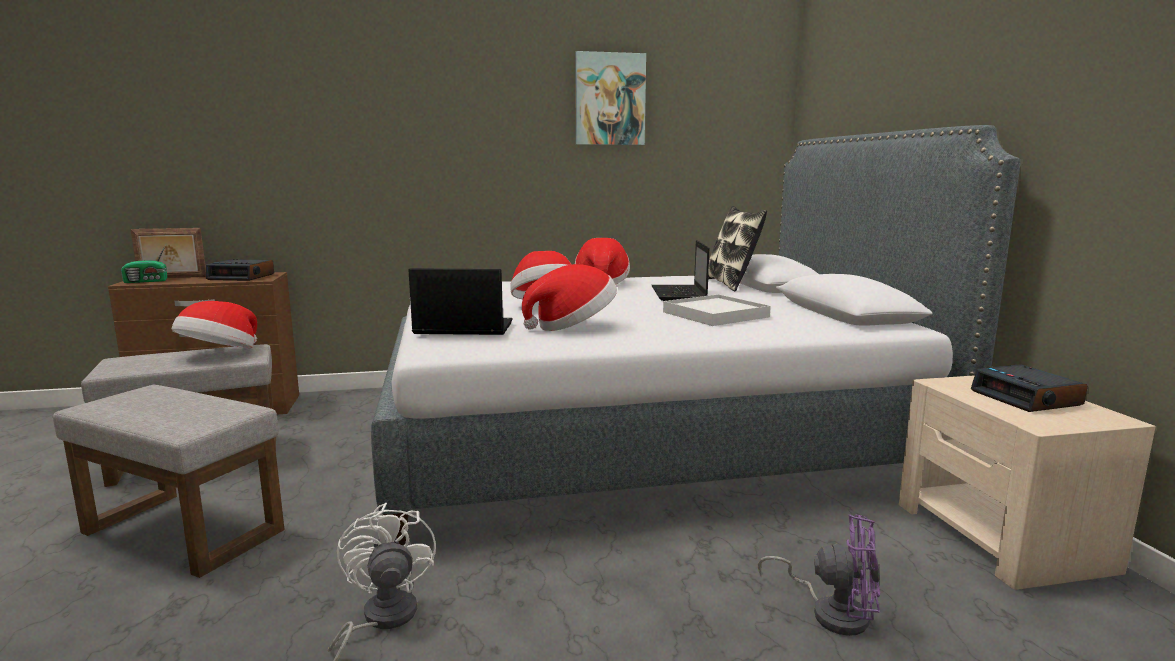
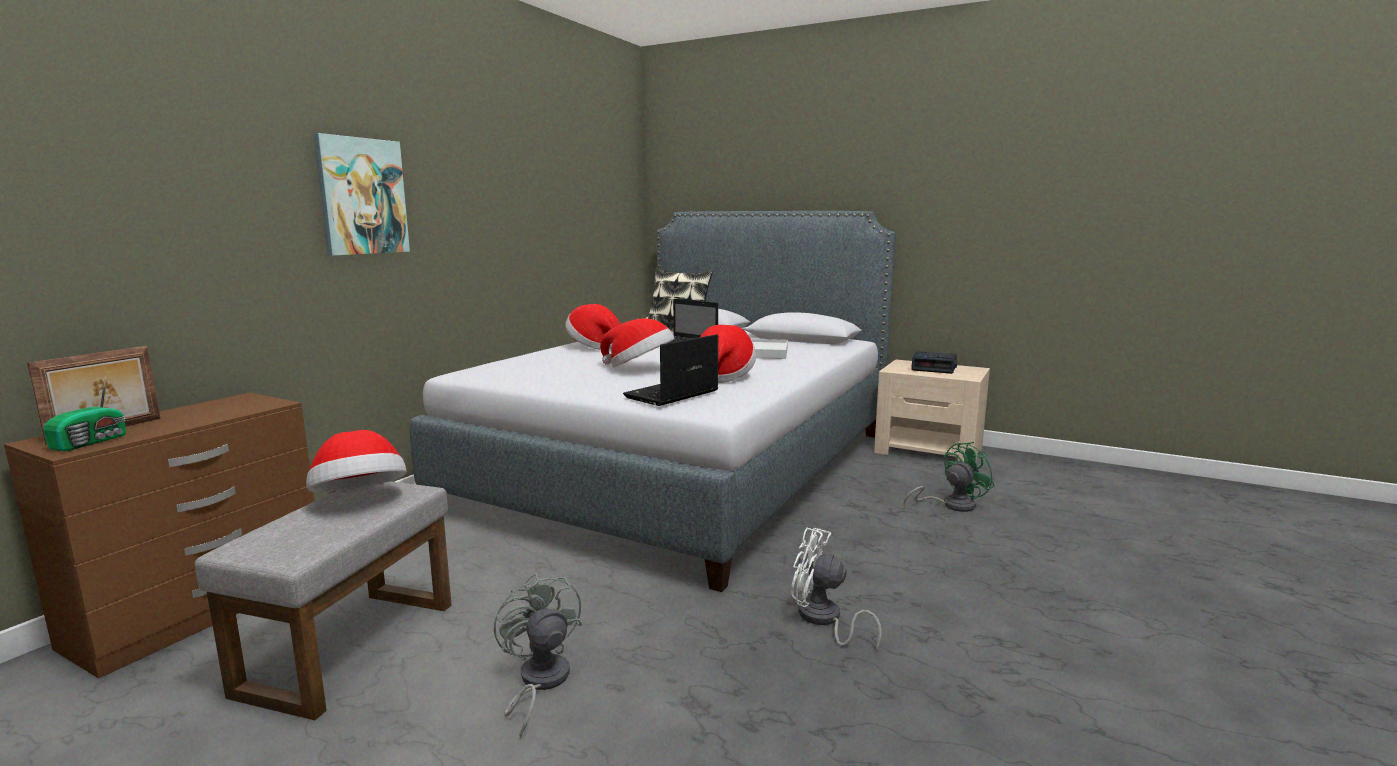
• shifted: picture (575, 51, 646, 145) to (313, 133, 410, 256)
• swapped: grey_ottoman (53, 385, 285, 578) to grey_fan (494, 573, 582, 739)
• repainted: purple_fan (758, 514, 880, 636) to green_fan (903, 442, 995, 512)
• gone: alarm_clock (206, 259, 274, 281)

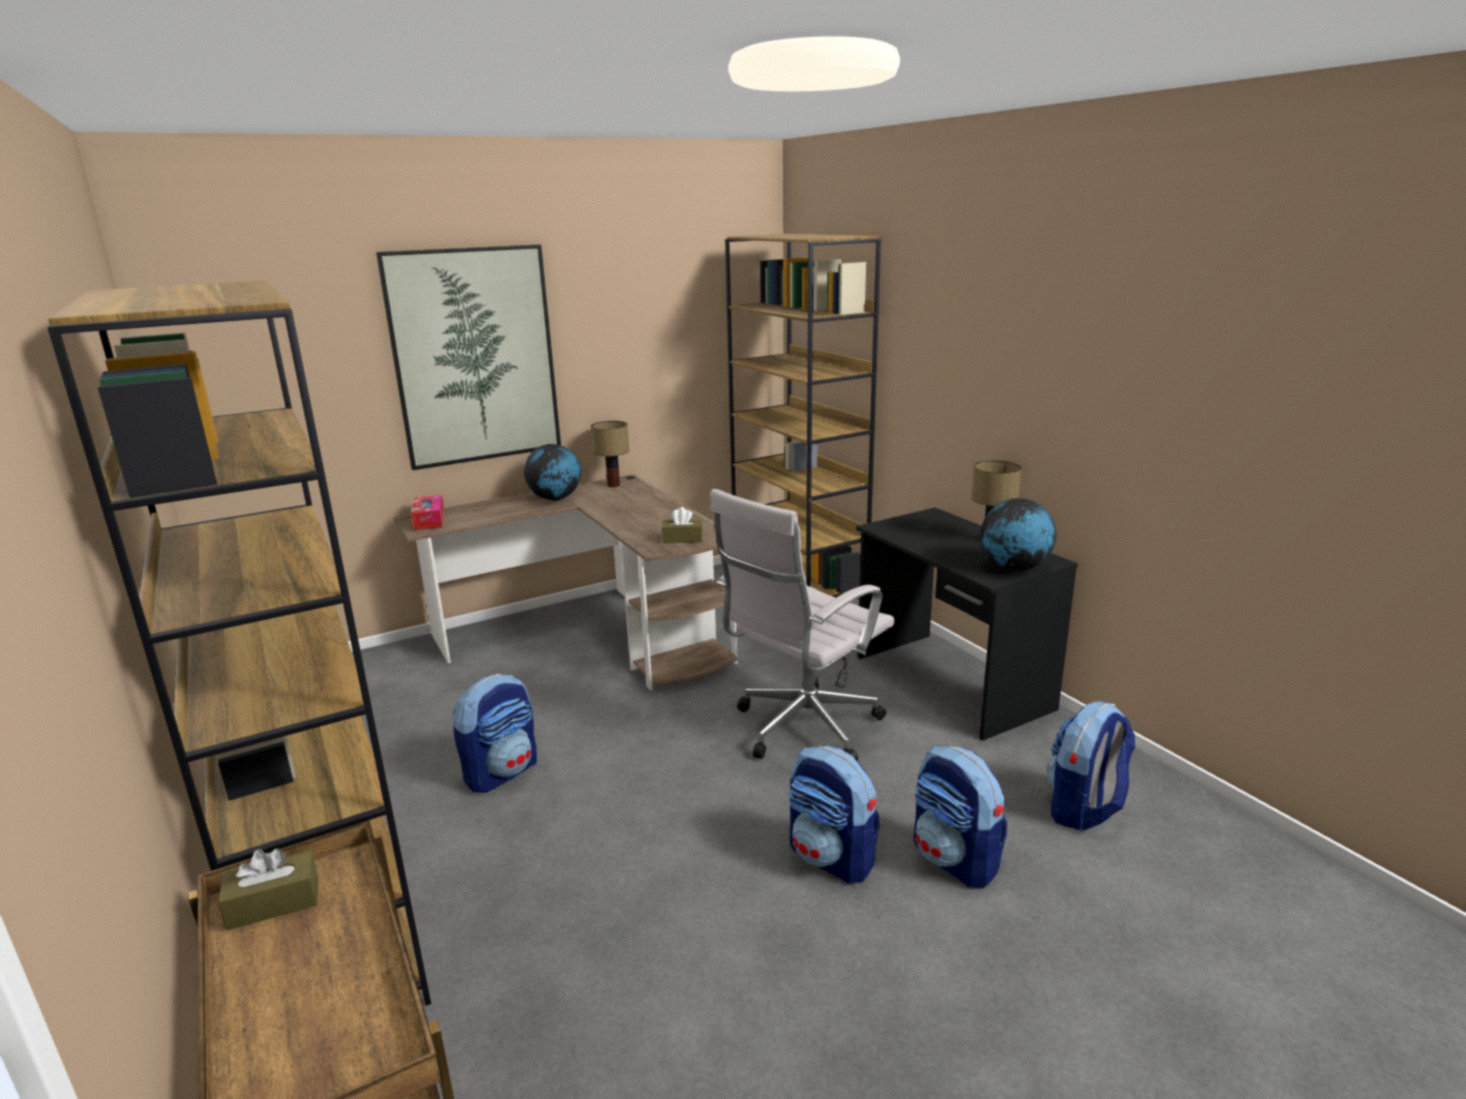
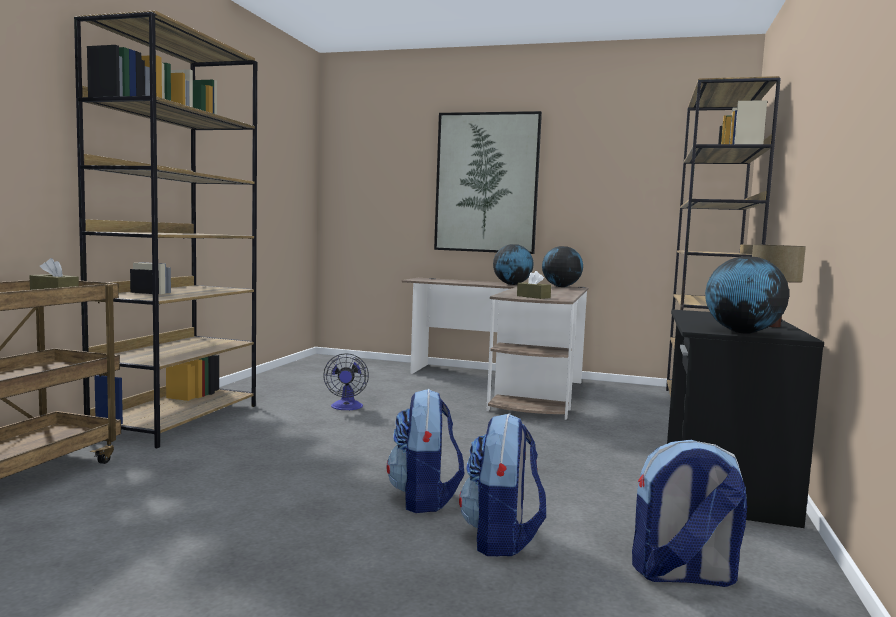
• swapped: backpack (453, 674, 537, 793) to fan (323, 353, 369, 410)
• swapped: table_lamp (591, 421, 629, 487) to globe (542, 246, 583, 287)
• gone: tissue_box (411, 495, 444, 530)
• gone: white_office_chair (710, 489, 895, 761)

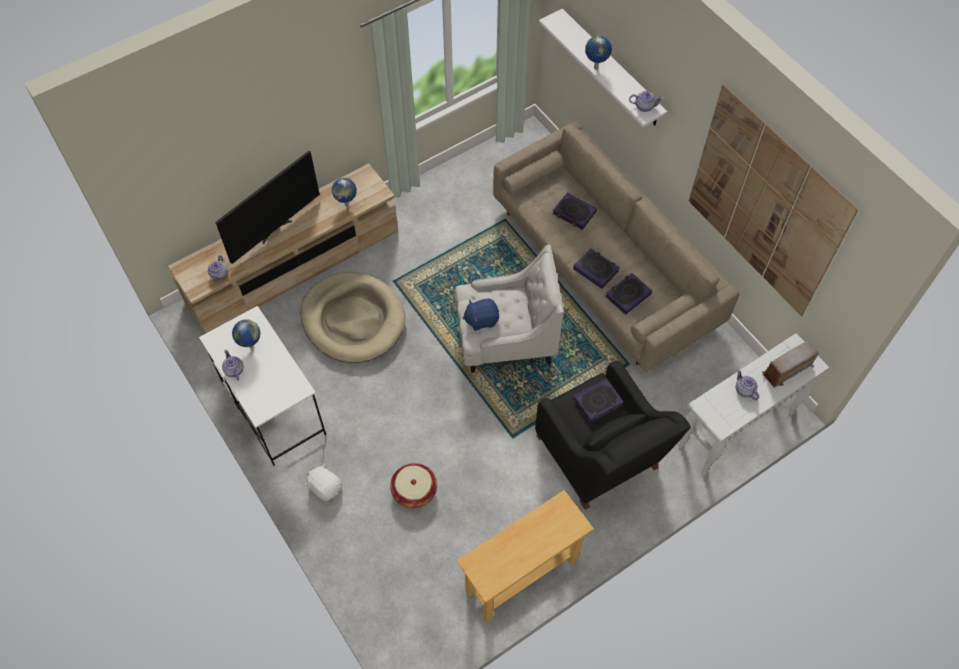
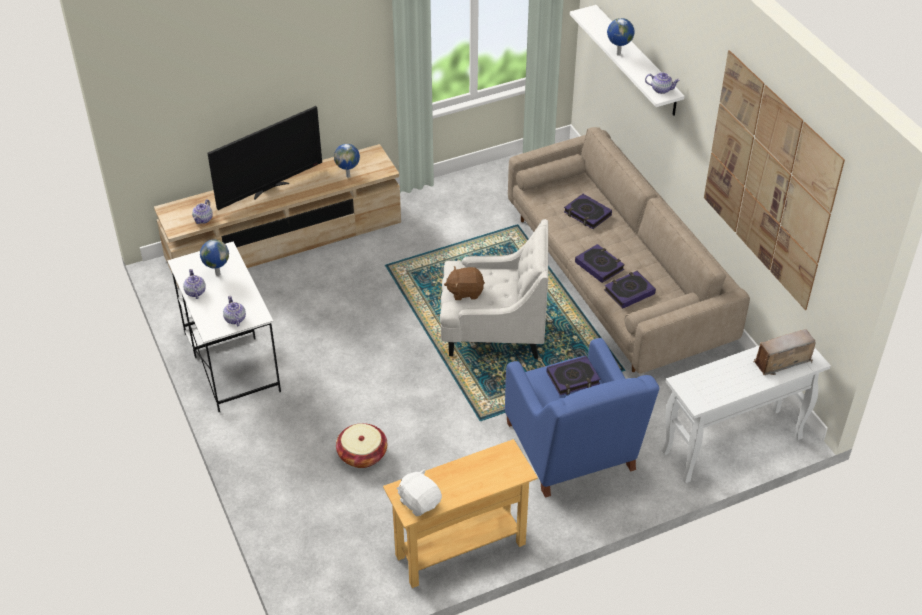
• shifted: teapot (735, 370, 759, 400) to (223, 296, 246, 326)
• shifted: white_plush_toy (305, 463, 342, 501) to (397, 469, 442, 516)
• repainted: blue_plush_toy (462, 298, 499, 331) to brown_plush_toy (444, 266, 485, 300)
• repainted: black_armchair (535, 361, 691, 510) to blue_armchair (505, 338, 659, 498)
• gone: beige_dog_bed (300, 272, 406, 363)

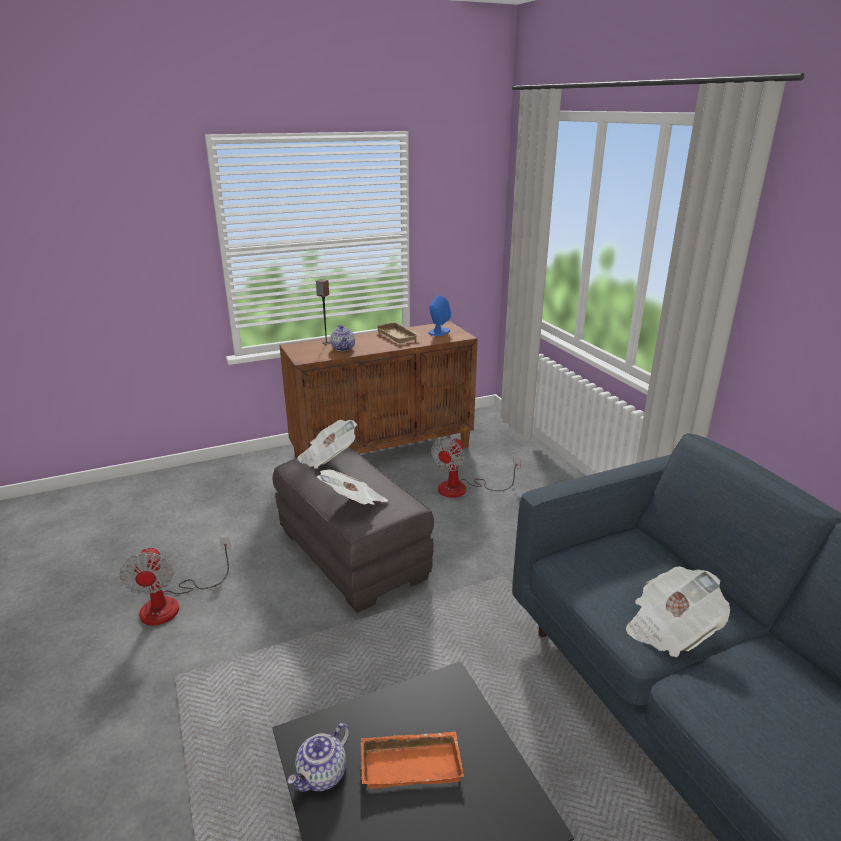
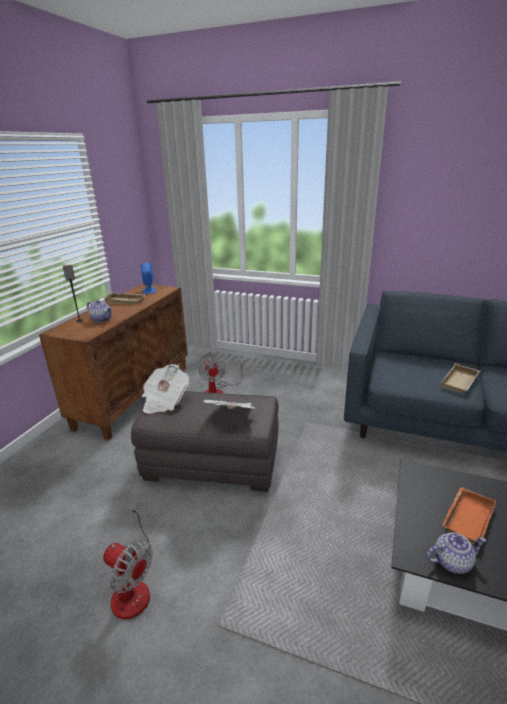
• rotated: teapot (288, 723, 350, 792) = (426, 532, 486, 574) 90 degrees counterclockwise
• swapped: newspaper (626, 566, 730, 657) to beige_tray (441, 363, 480, 393)

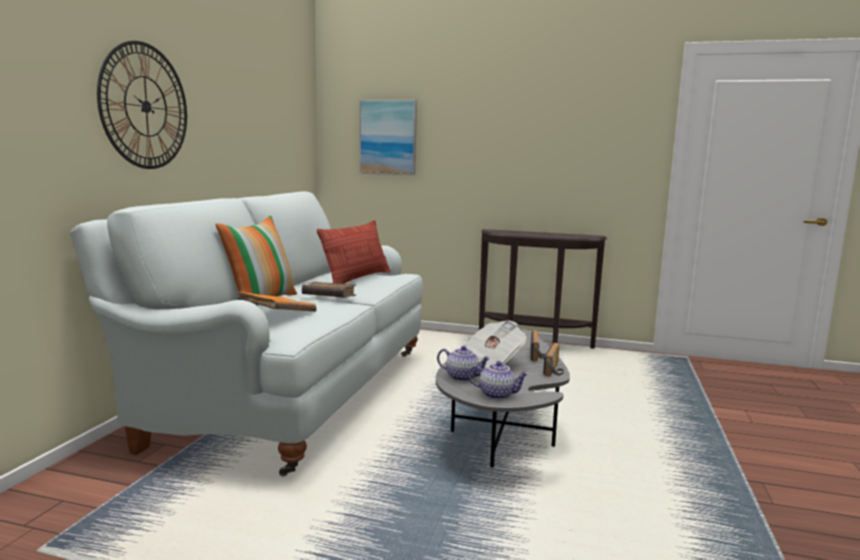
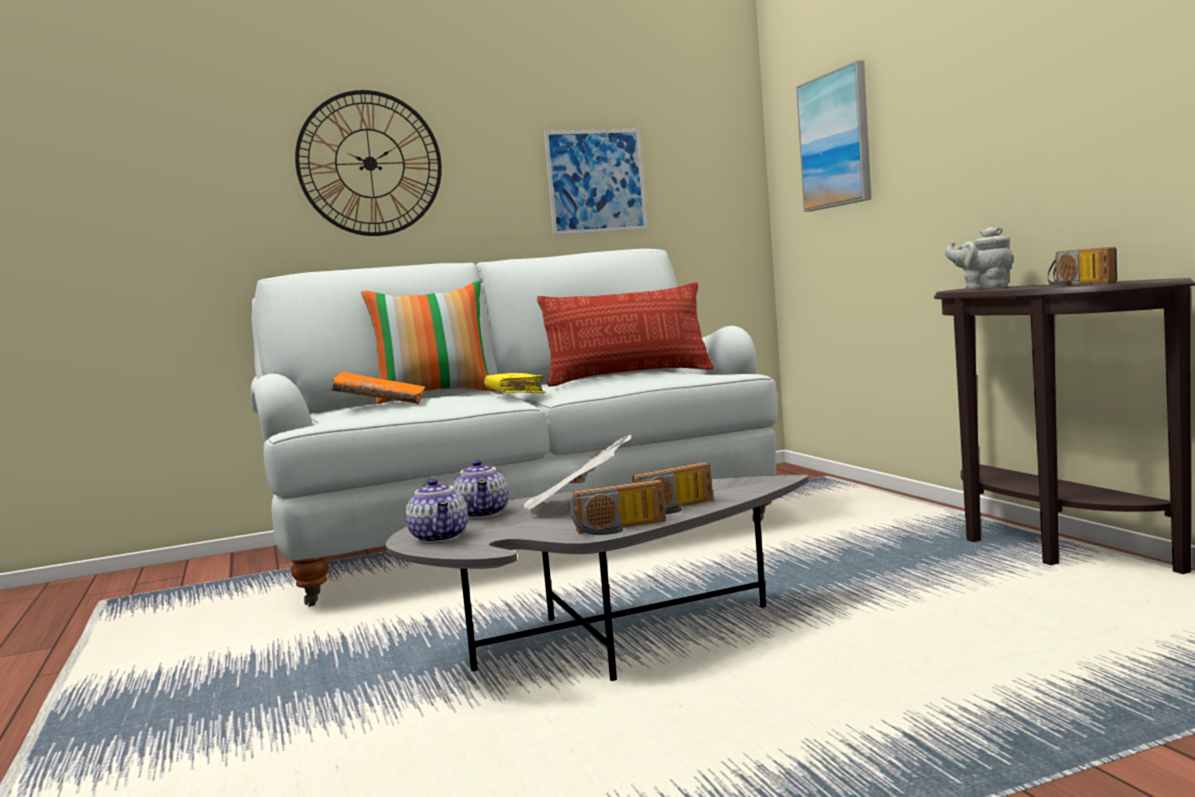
• repainted: brown_book (302, 282, 356, 298) to yellow_book (484, 373, 546, 393)
• new: picture (544, 129, 647, 235)
• new: grey_teapot (945, 227, 1013, 289)
• new: radio (1048, 247, 1117, 285)

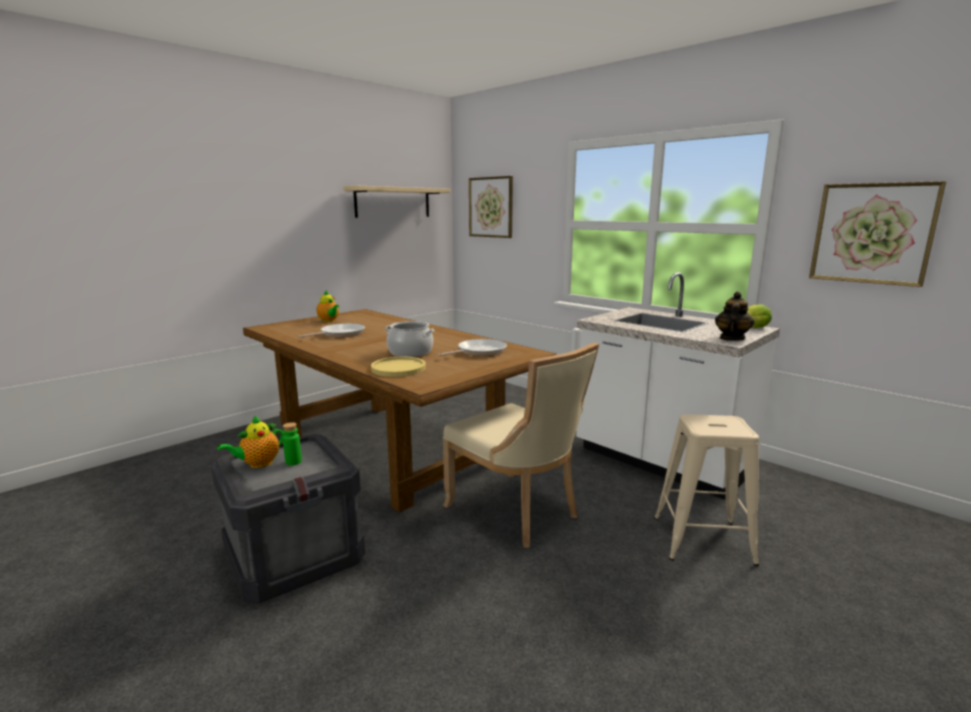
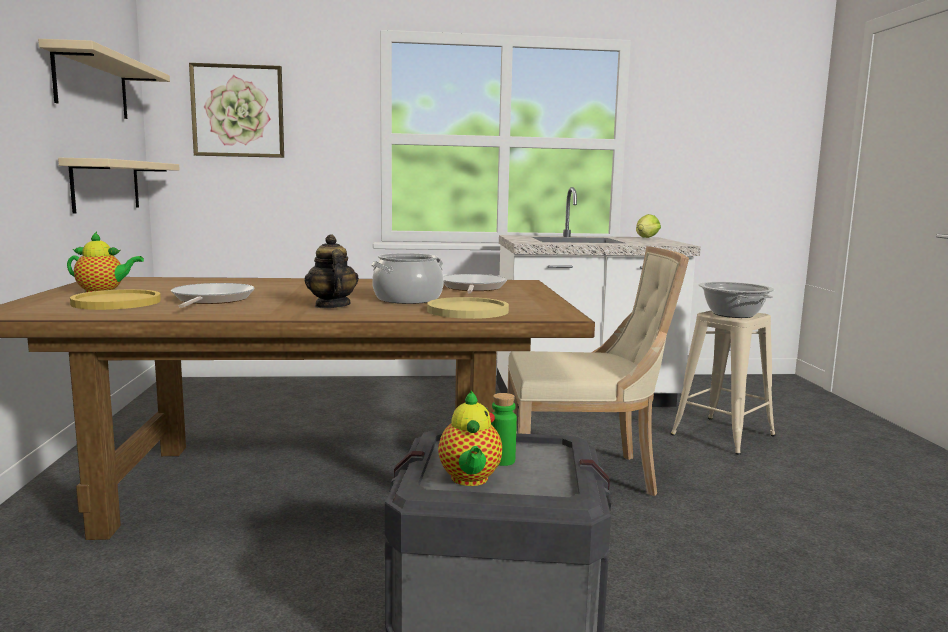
• new: beige_shelf (58, 158, 180, 214)
• new: yellow_plate (70, 289, 161, 310)
• shifted: teapot (715, 292, 754, 341) to (305, 234, 359, 308)
• new: cooking_pot (698, 282, 775, 318)
• gone: picture (809, 181, 946, 287)

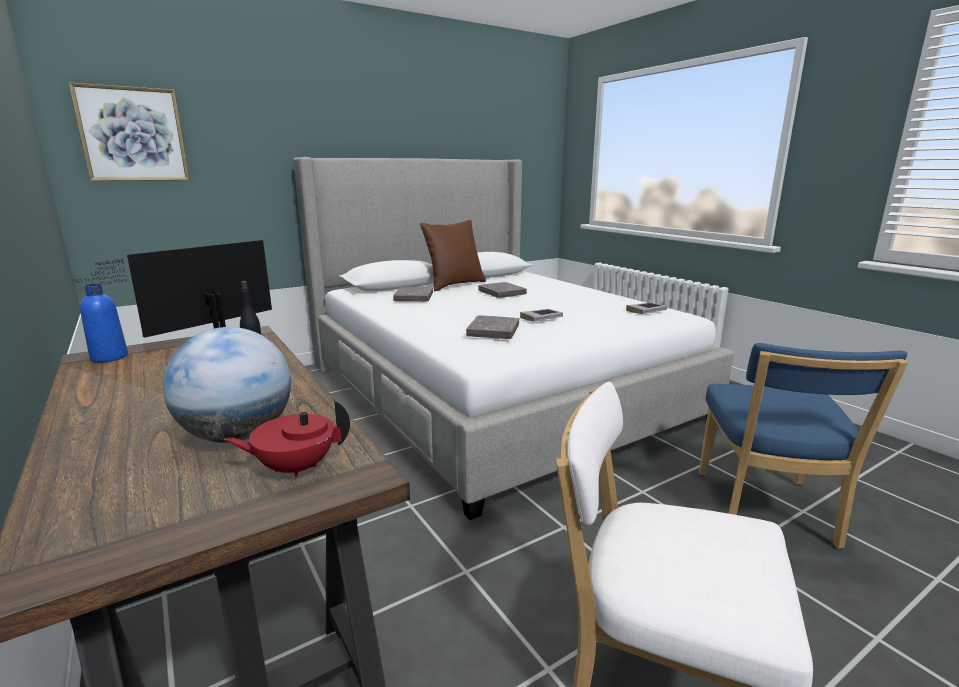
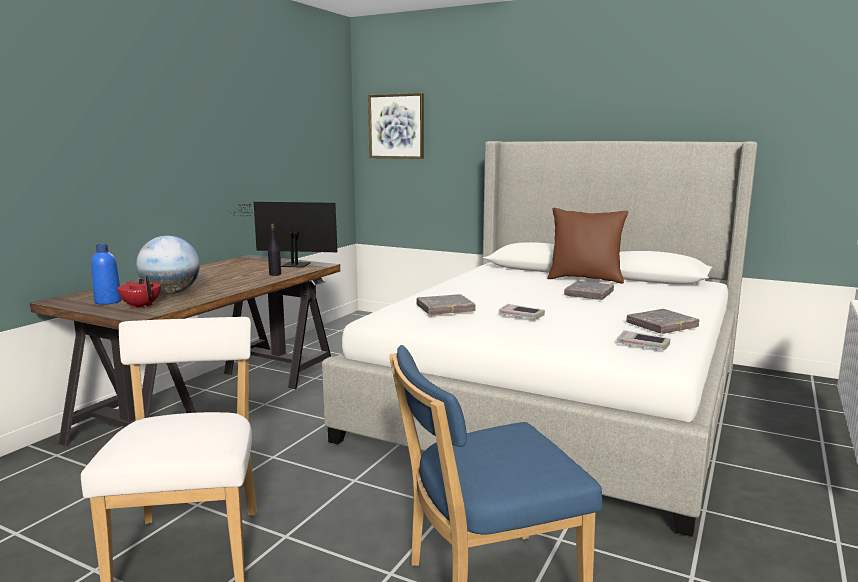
• shifted: blue_bottle (80, 284, 128, 362) to (91, 244, 122, 305)
• shifted: grey_book (393, 287, 433, 302) to (626, 309, 699, 334)

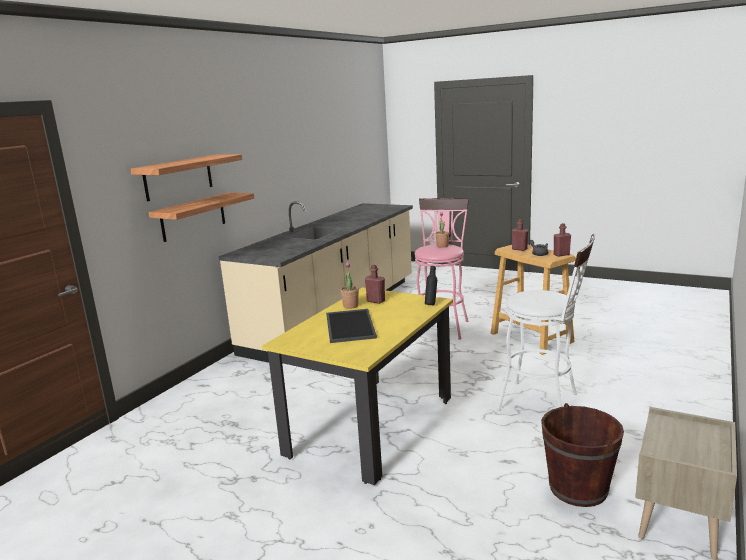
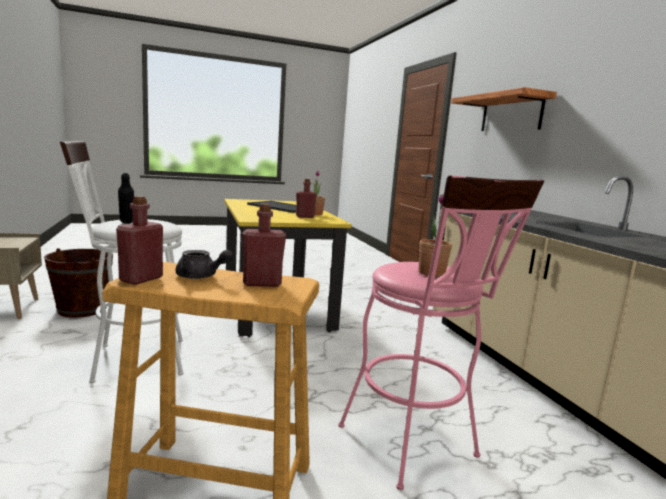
• shifted: black_bottle (425, 266, 437, 306) to (118, 173, 134, 224)
• gone: shelf (149, 192, 254, 242)

